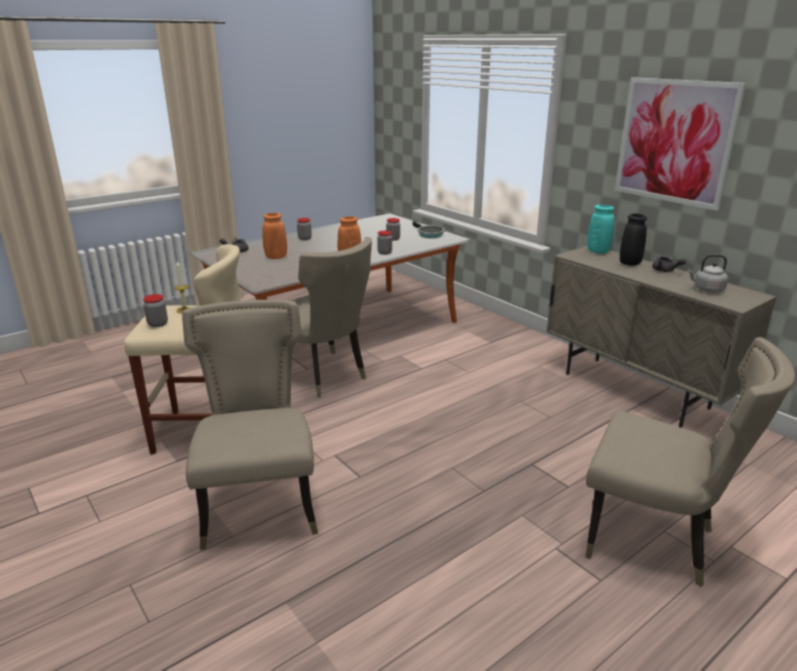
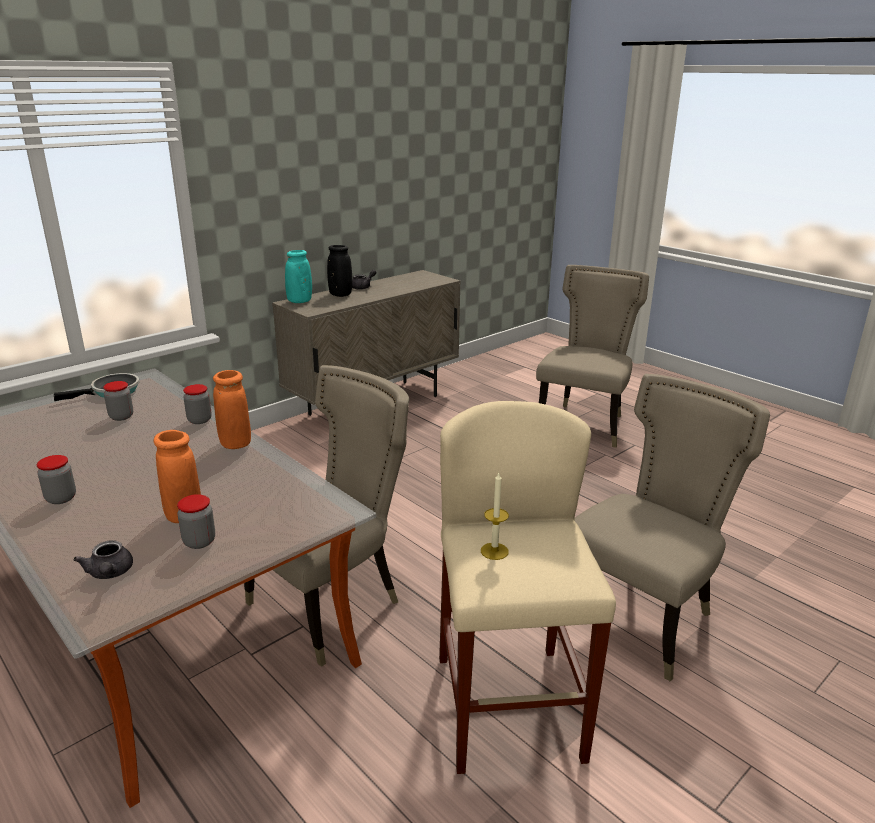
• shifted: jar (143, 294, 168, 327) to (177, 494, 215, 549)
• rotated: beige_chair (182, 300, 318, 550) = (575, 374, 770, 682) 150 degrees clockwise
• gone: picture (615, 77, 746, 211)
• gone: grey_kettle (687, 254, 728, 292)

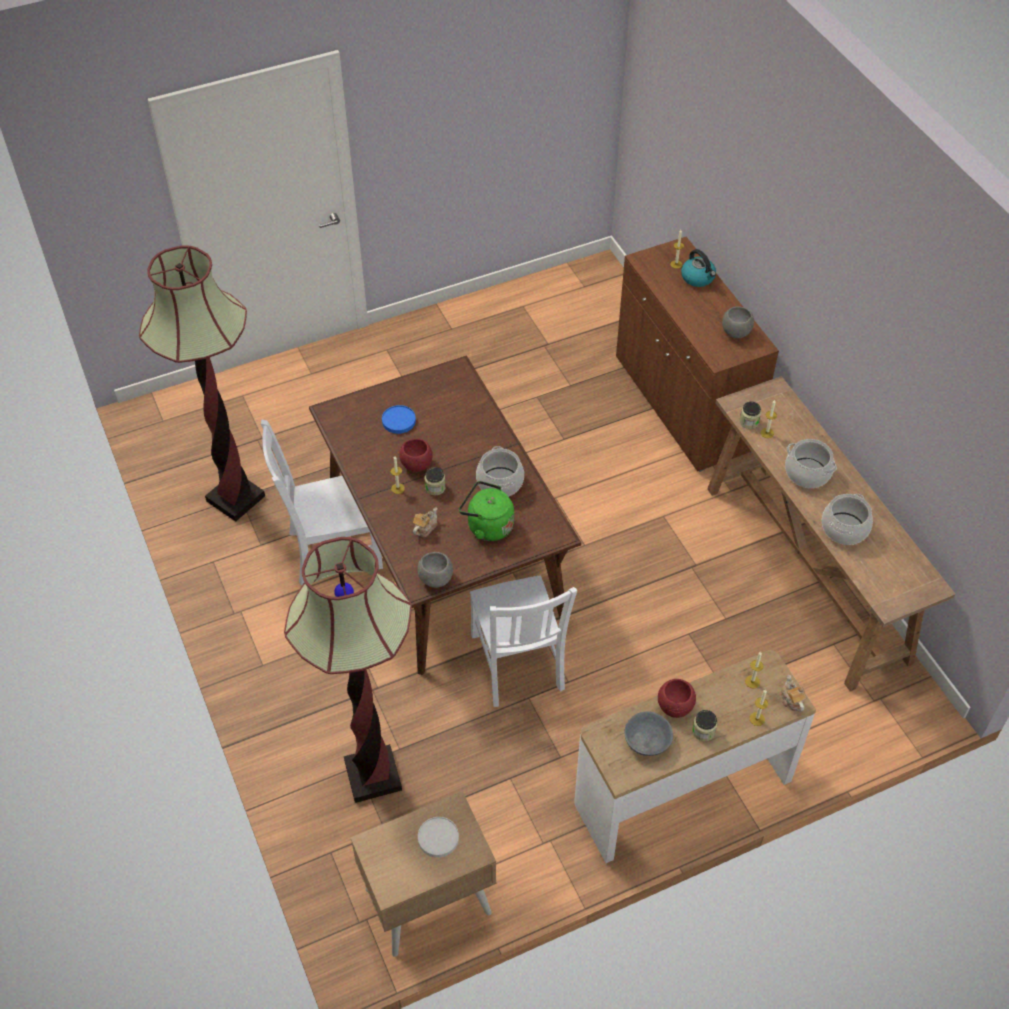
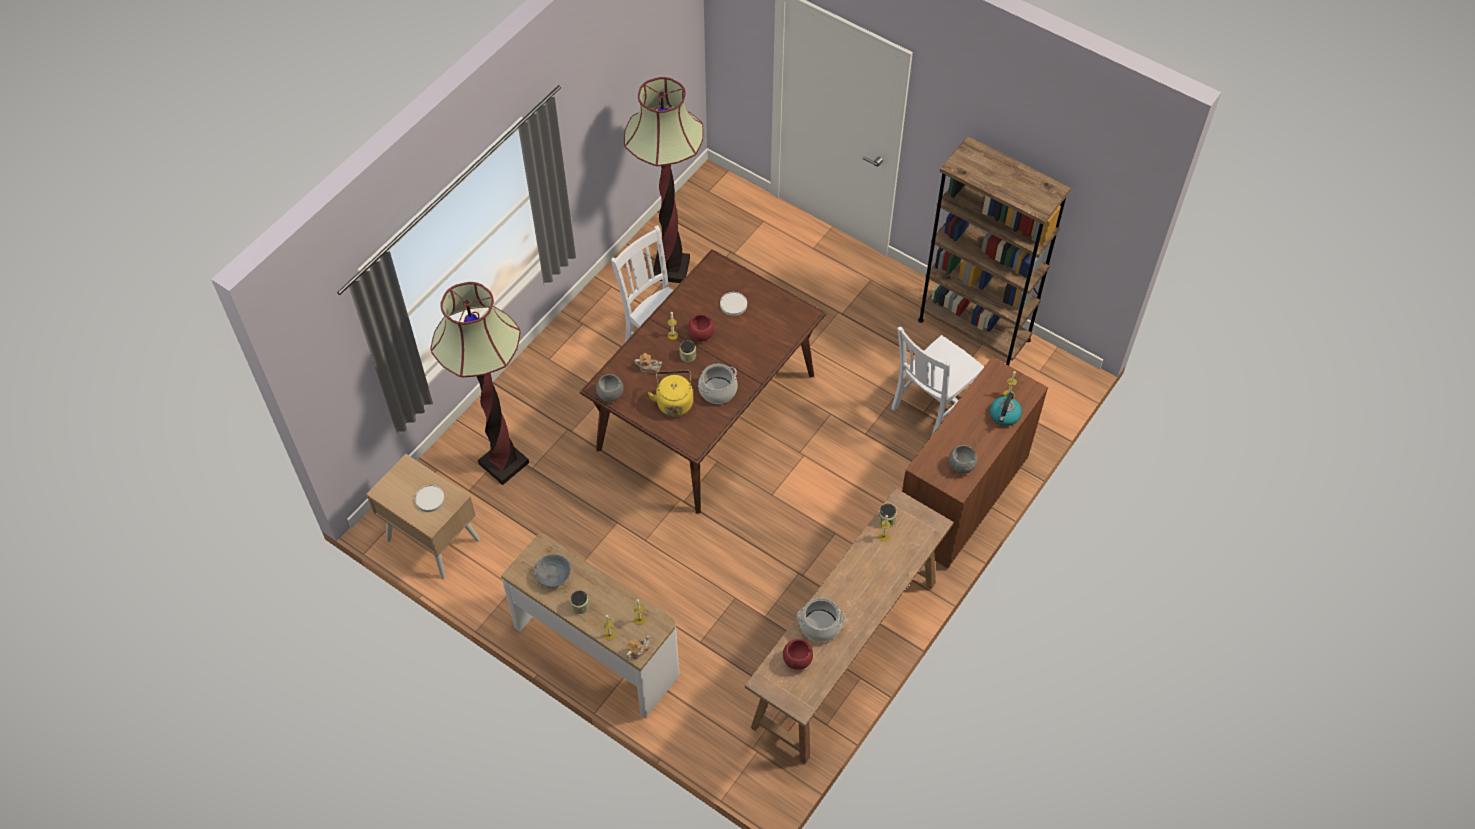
• repainted: green_kettle (459, 481, 514, 541) to yellow_kettle (648, 370, 693, 417)
• repainted: blue_plate (382, 405, 416, 434) to white_plate (720, 292, 747, 316)
• shifted: red_bowl (658, 679, 696, 718) to (783, 639, 813, 670)
• shifted: white_chair (470, 575, 577, 707) to (891, 327, 984, 435)
• new: brown_bookcase (918, 136, 1071, 366)
• gone: cooking_pot (785, 439, 837, 488)

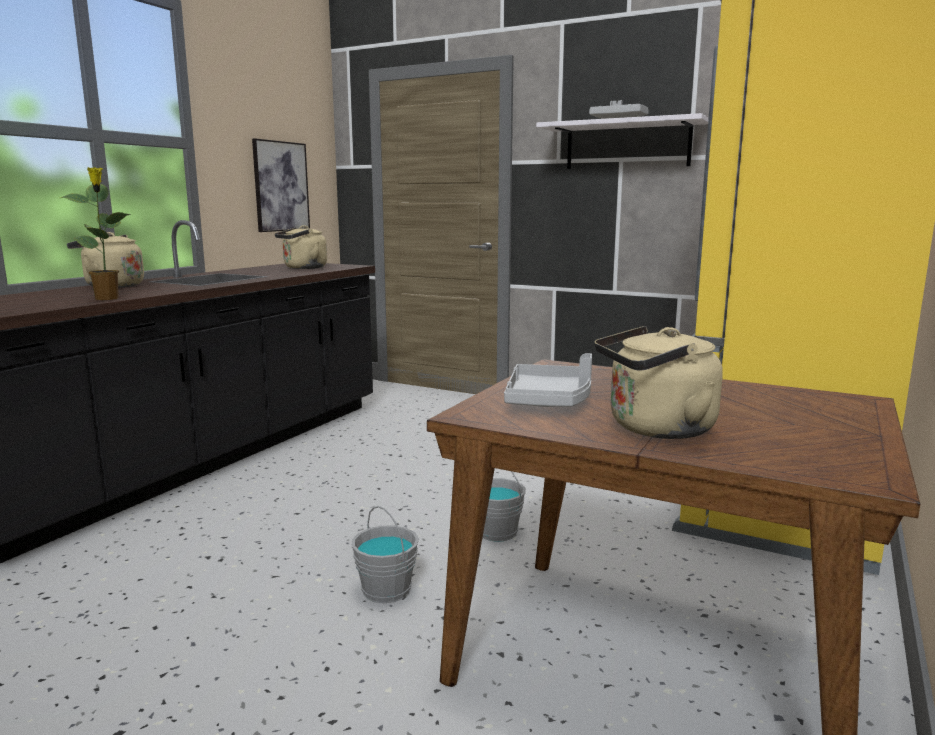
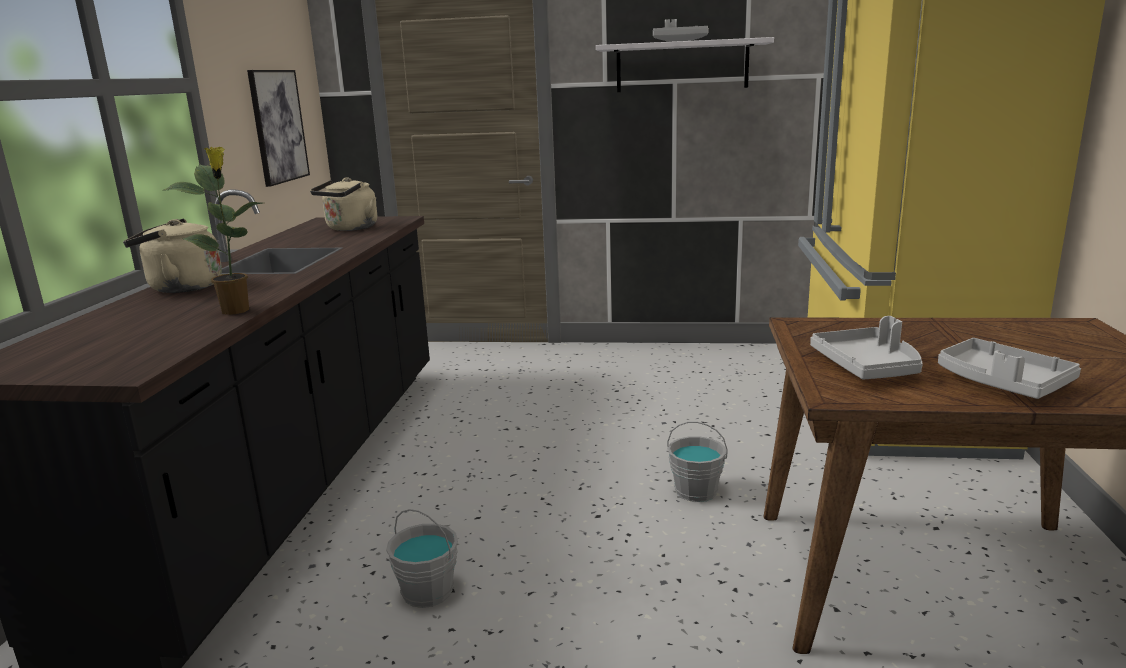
• shifted: grey_bucket (352, 506, 419, 603) to (386, 509, 458, 608)
• swapped: beige_kettle (595, 326, 723, 439) to grey_tray (938, 338, 1081, 399)

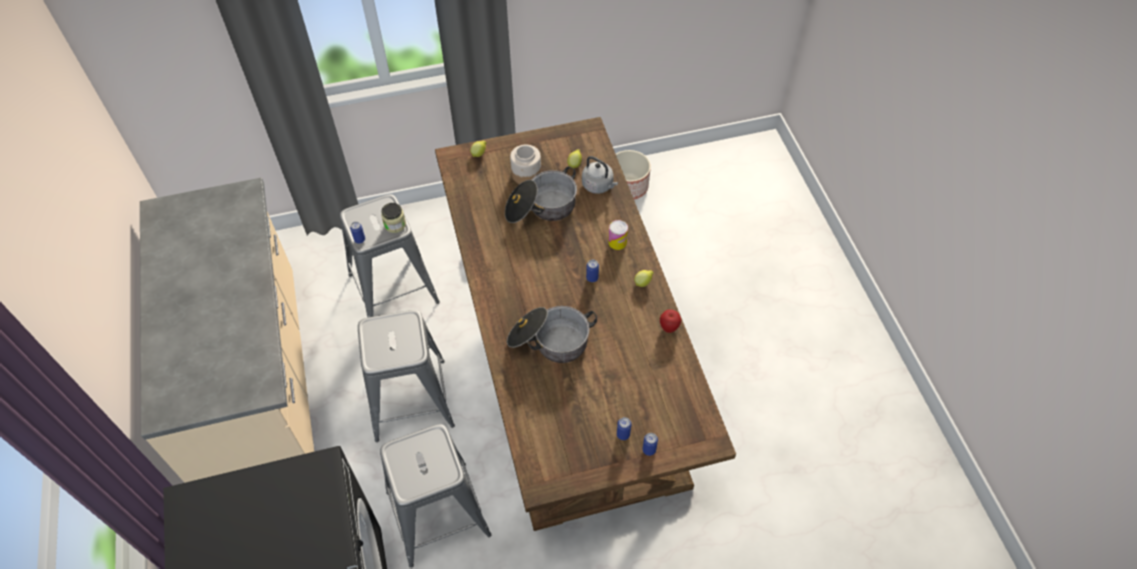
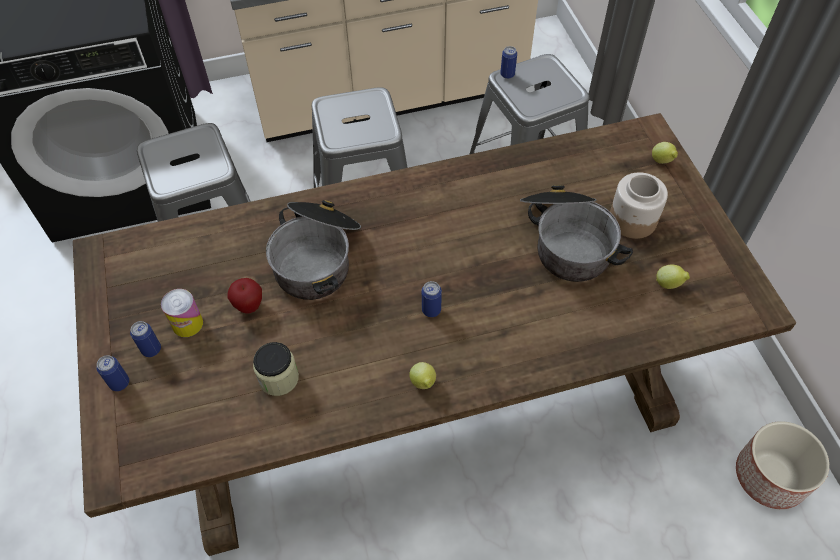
• shifted: can (608, 220, 628, 250) to (161, 289, 203, 337)
• shifted: apple (660, 309, 681, 333) to (227, 278, 262, 313)
• shifted: jar (381, 203, 406, 233) to (253, 342, 299, 396)
• gone: grey_kettle (582, 156, 618, 194)

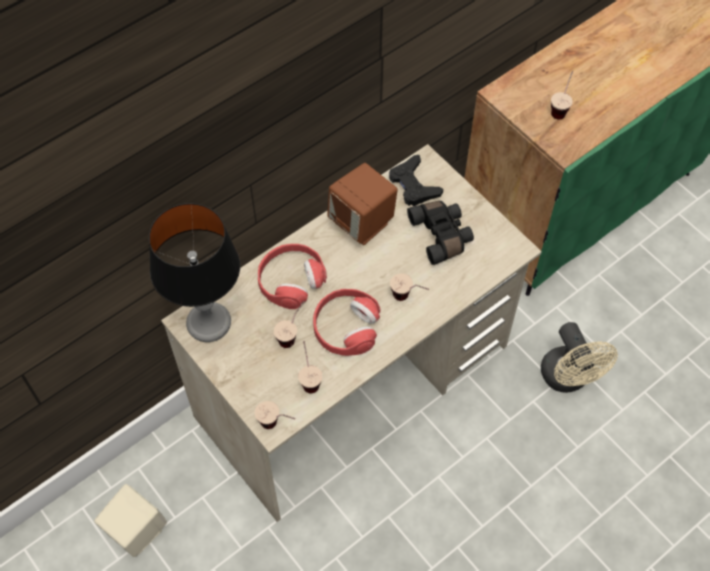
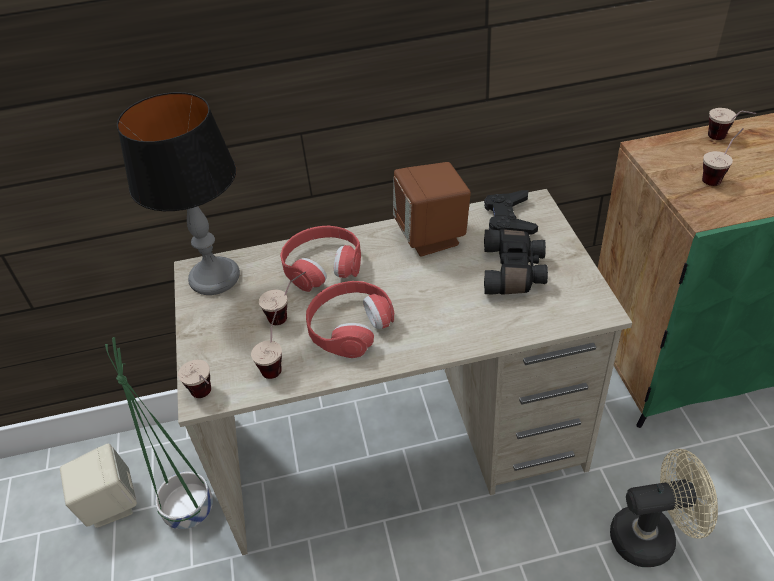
• new: green_planter (105, 337, 213, 529)
• rotated: beige_fan (541, 322, 618, 393) = (610, 449, 718, 567) 105 degrees counterclockwise
• shifted: cup (390, 273, 429, 301) to (708, 108, 756, 140)

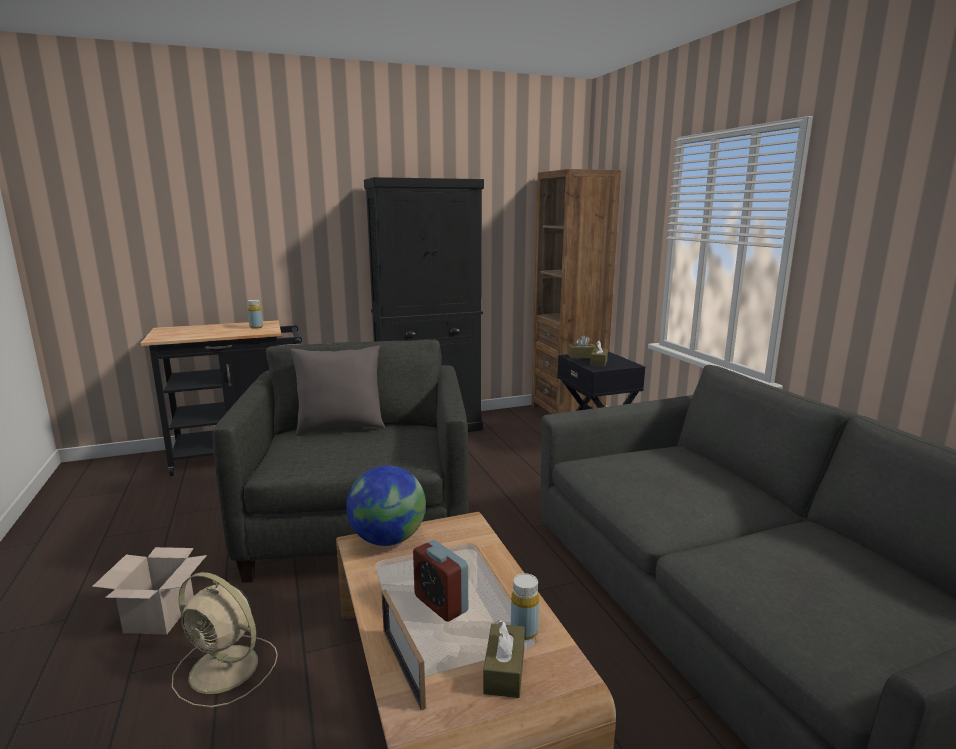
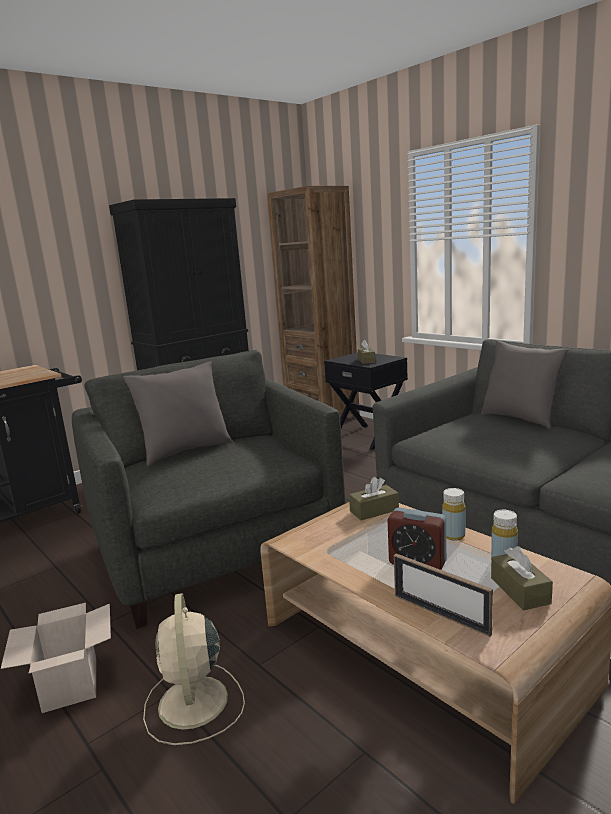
• rotated: beige_fan (172, 572, 278, 708) = (143, 593, 245, 745) 75 degrees clockwise
• shifted: brown_tissue_box (568, 335, 597, 358) to (349, 477, 399, 520)
• shifted: yellow_bottle (248, 300, 263, 329) to (442, 488, 466, 541)
• new: grey_pillow (481, 341, 568, 429)
• gone: globe (346, 465, 426, 546)

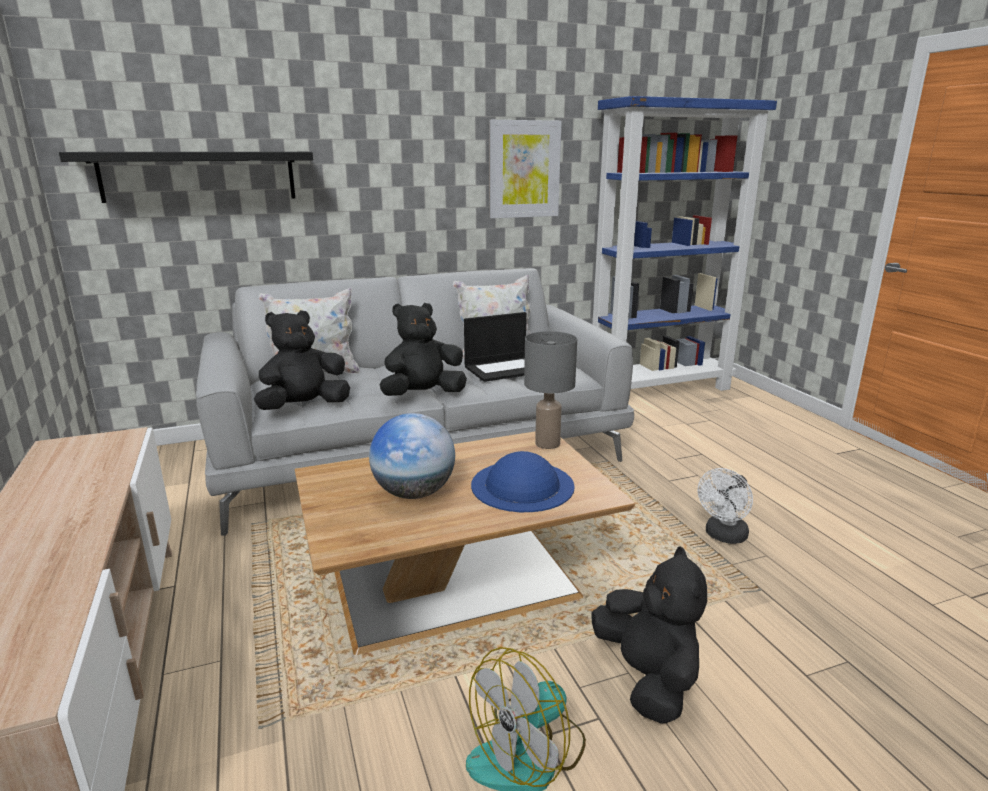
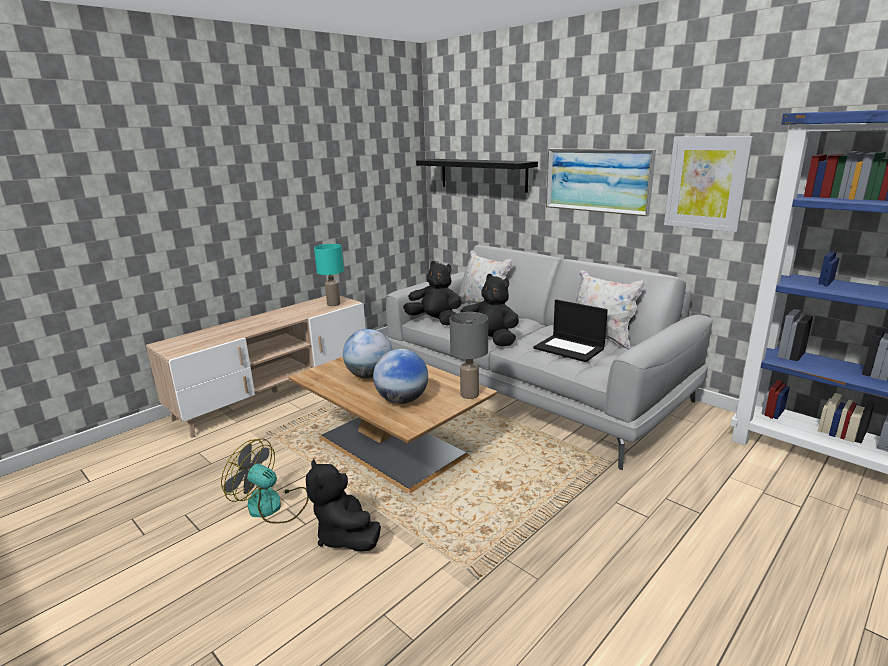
• rotated: black_plush_toy (591, 547, 707, 723) = (306, 459, 381, 551) 105 degrees clockwise
• new: turquoise_table_lamp (314, 244, 344, 306)
• swapped: blue_hat (471, 451, 575, 512) to globe (373, 349, 428, 404)
• new: picture (546, 149, 656, 216)
• gone: white_fan (698, 468, 753, 544)

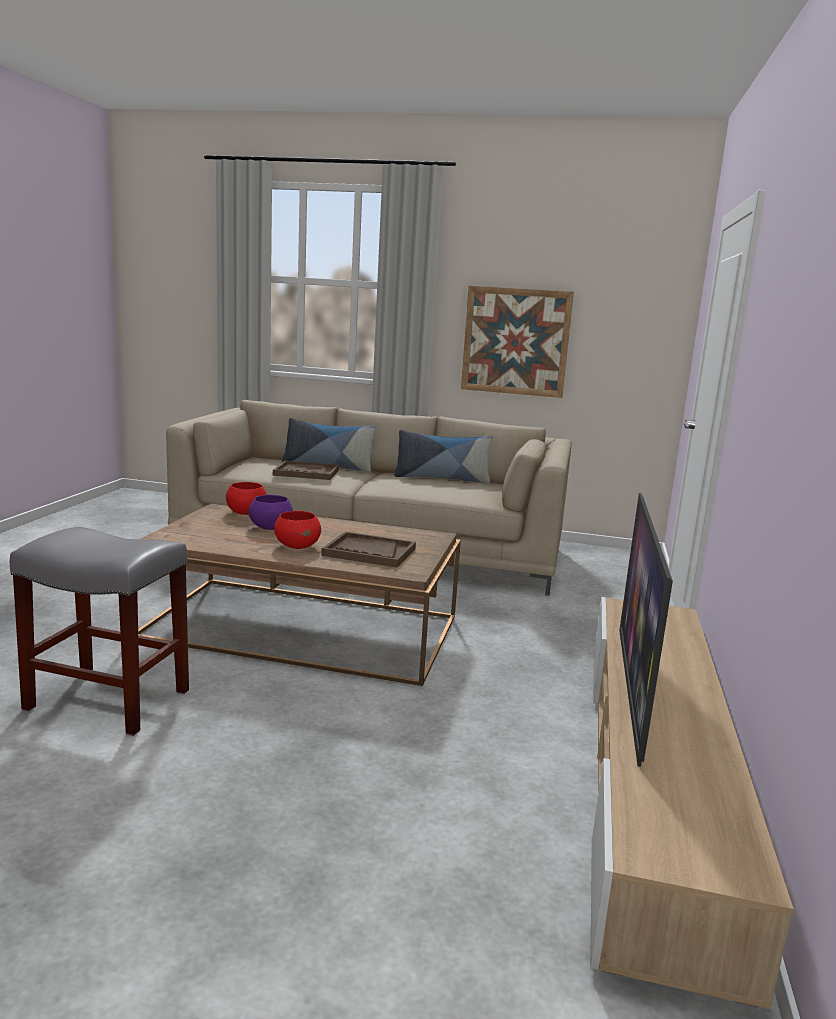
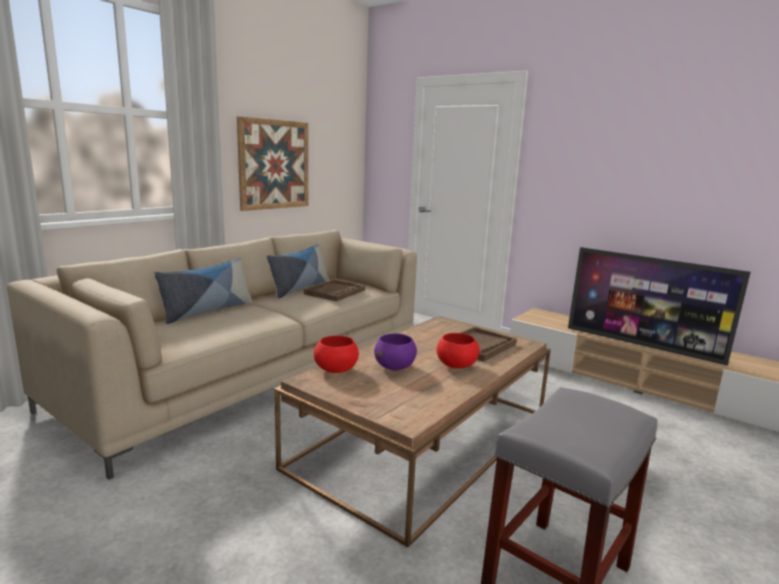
• shifted: brown_tray (273, 461, 339, 480) to (304, 280, 365, 301)

